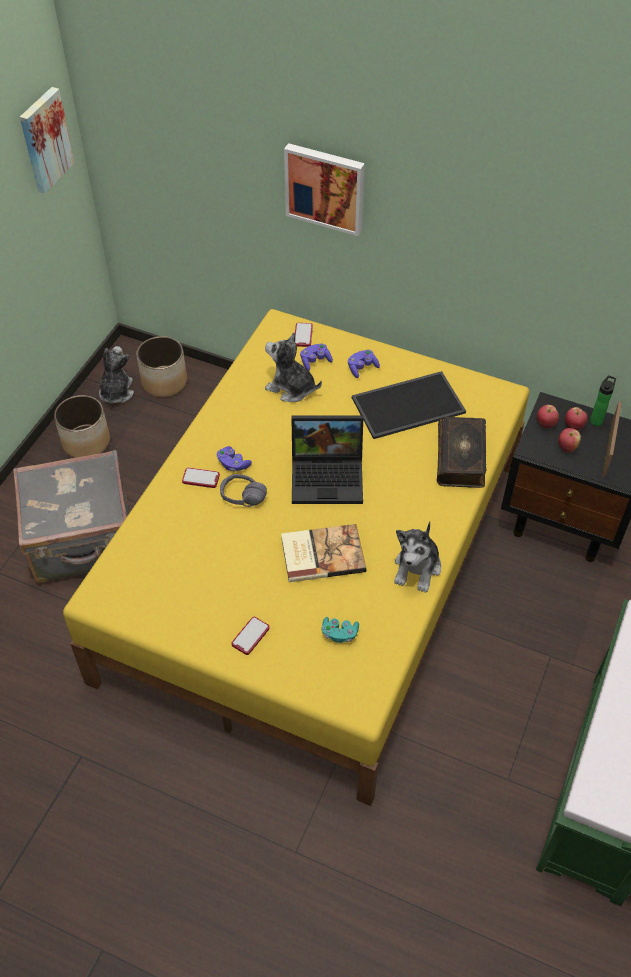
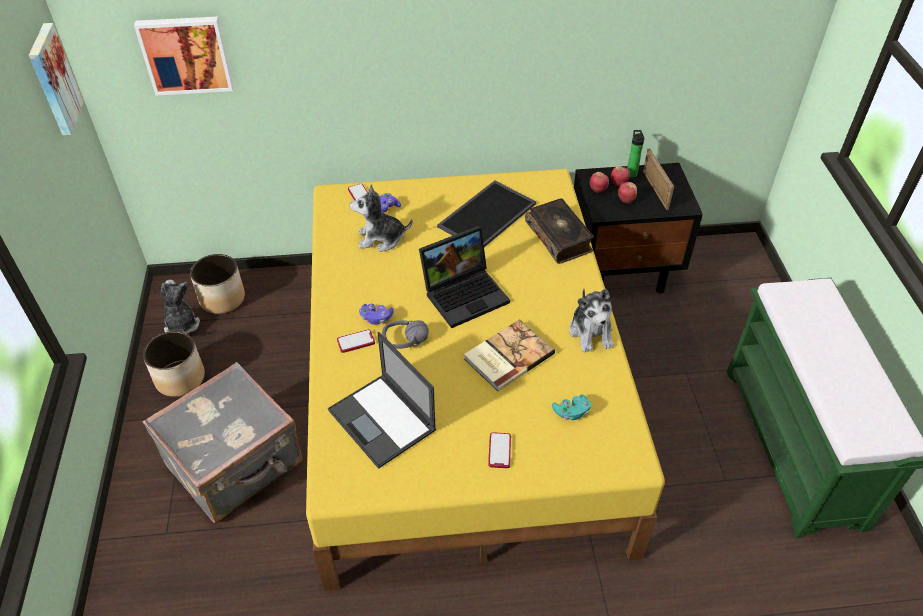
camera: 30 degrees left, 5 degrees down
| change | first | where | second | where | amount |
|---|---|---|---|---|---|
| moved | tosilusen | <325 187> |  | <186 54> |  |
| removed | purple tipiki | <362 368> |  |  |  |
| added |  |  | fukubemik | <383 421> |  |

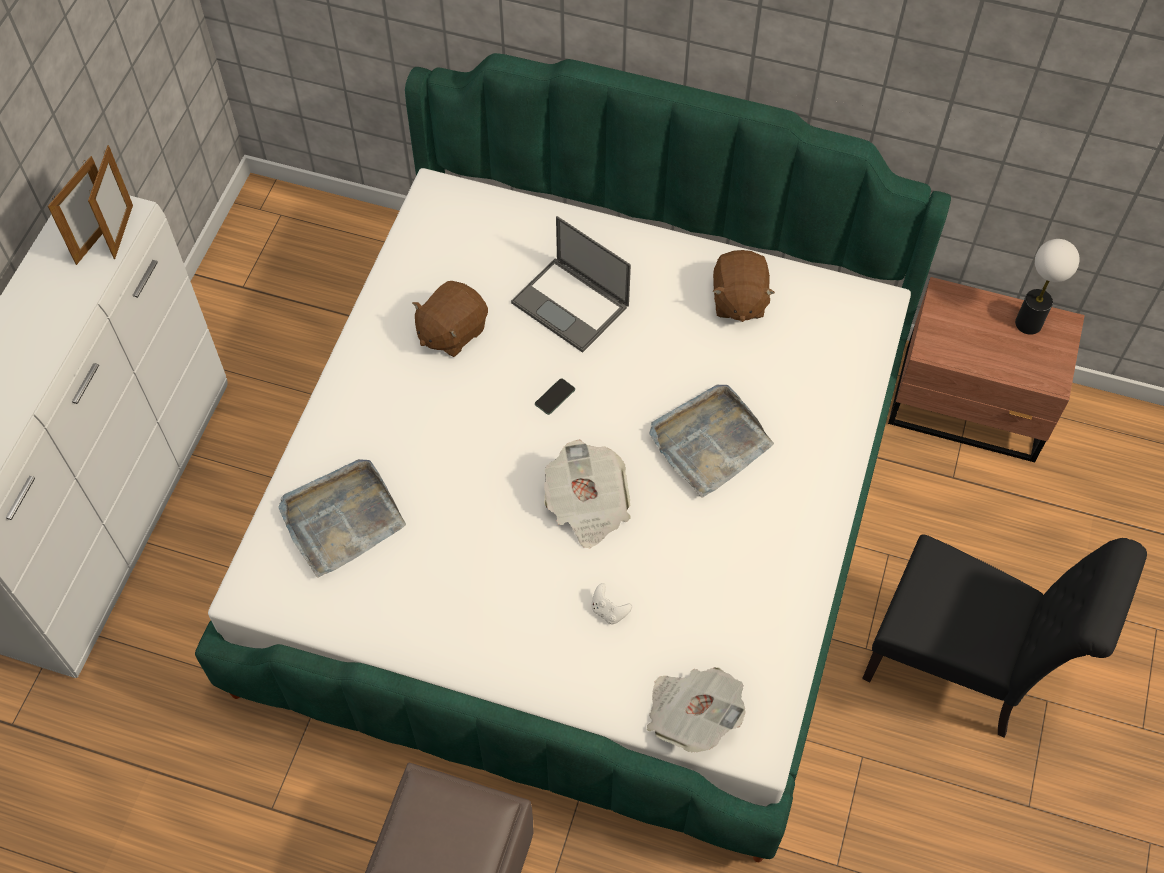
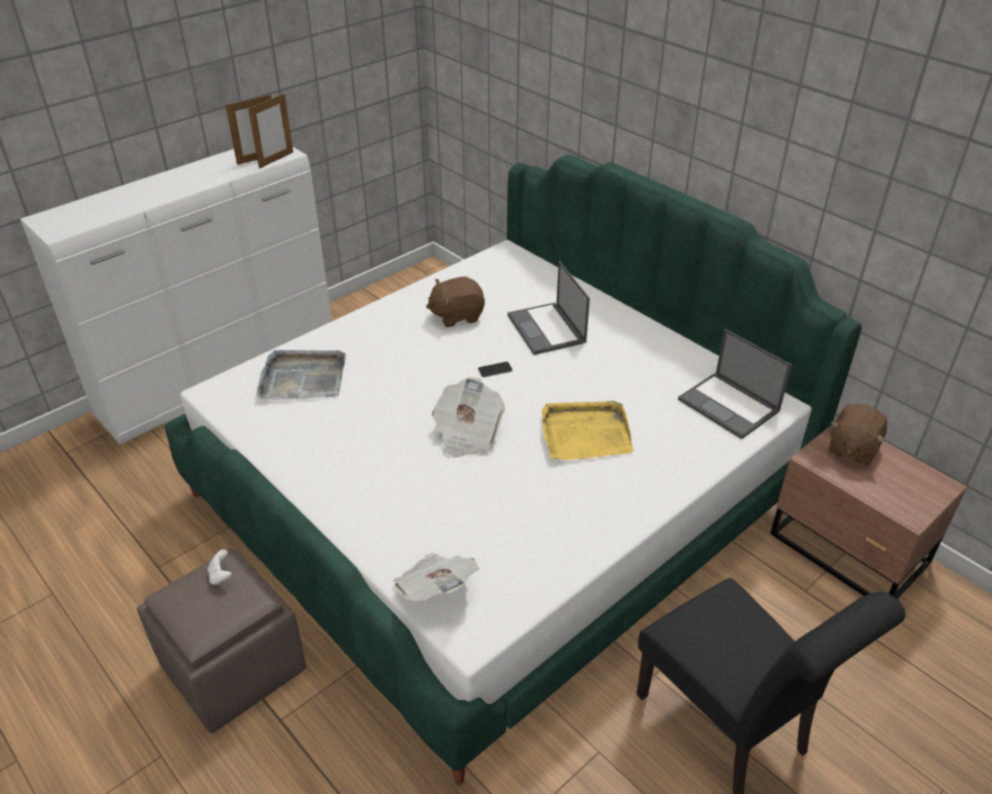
camera: 30 degrees right, 20 degrees down
| change | first | where | second | where | amount |
|---|---|---|---|---|---|
| removed | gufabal | <1028 323> |  |  |  |
| moved | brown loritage | <738 300> |  | <852 448> |  |
| recoloured | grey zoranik | <709 442> | yellow zoranik | <585 433> |  |
| moved | white tipiki | <609 611> |  | <221 576> |  |
| added |  |  | fukubemik | <729 406> |  |

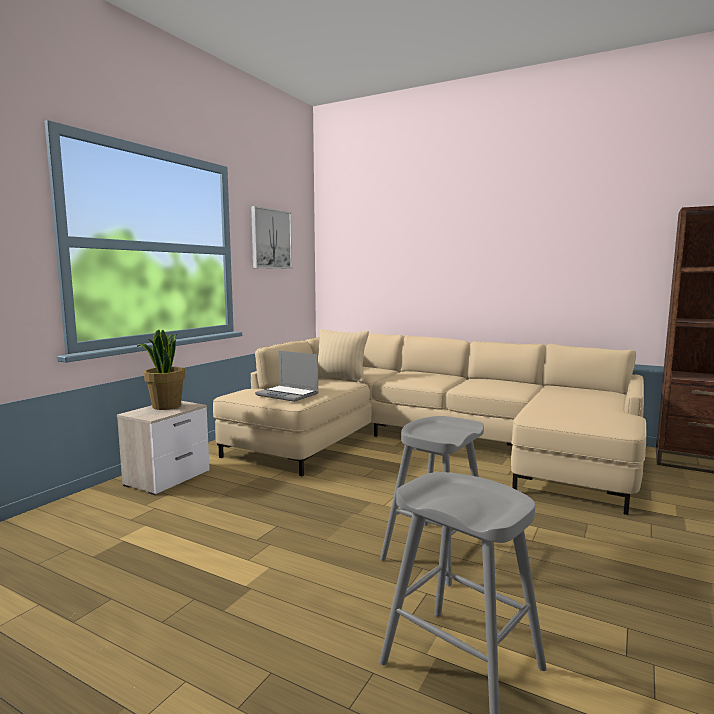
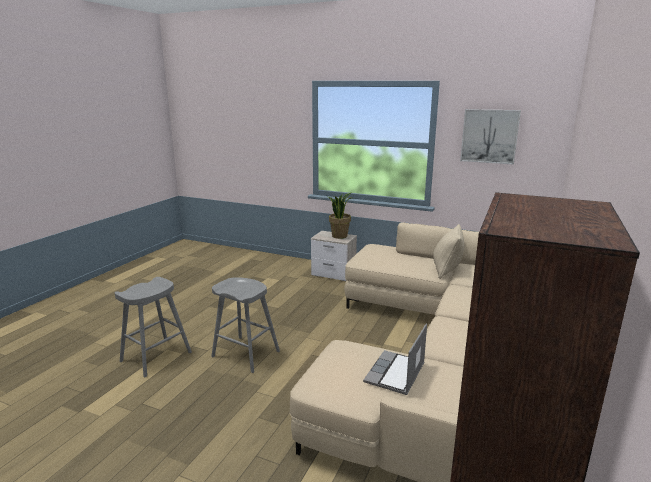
camera: 85 degrees right, 10 degrees up
| change | first | where | second | where | amount |
|---|---|---|---|---|---|
| moved | fukubemik | <288 394> |  | <395 374> |  |

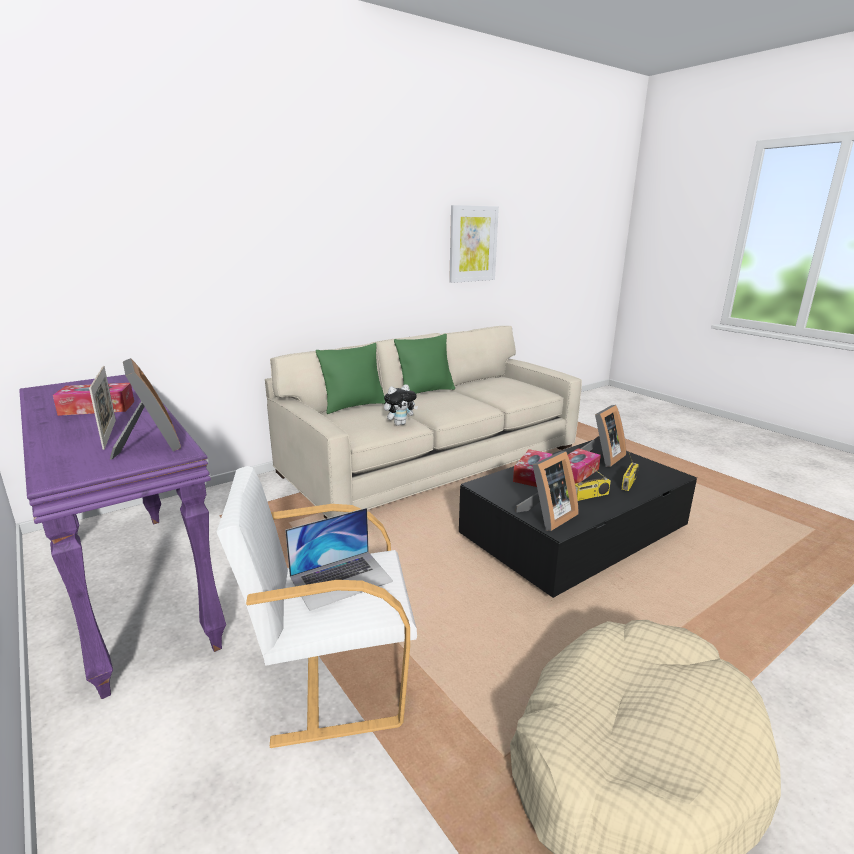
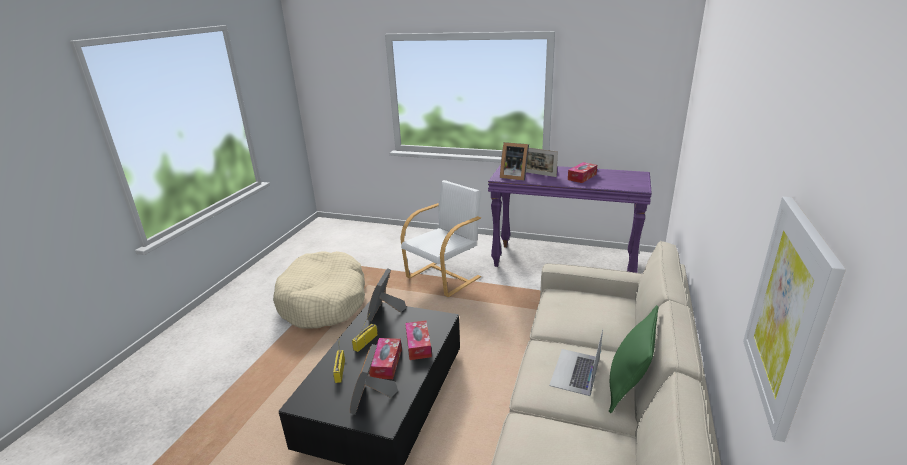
camera: 145 degrees right, 5 degrees up
| change | first | where | second | where | amount |
|---|---|---|---|---|---|
| removed | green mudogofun | <354 406> |  |  |  |
| removed | loritage | <400 424> |  |  |  |
| moved | fukubemik | <341 578> |  | <575 371> |  |

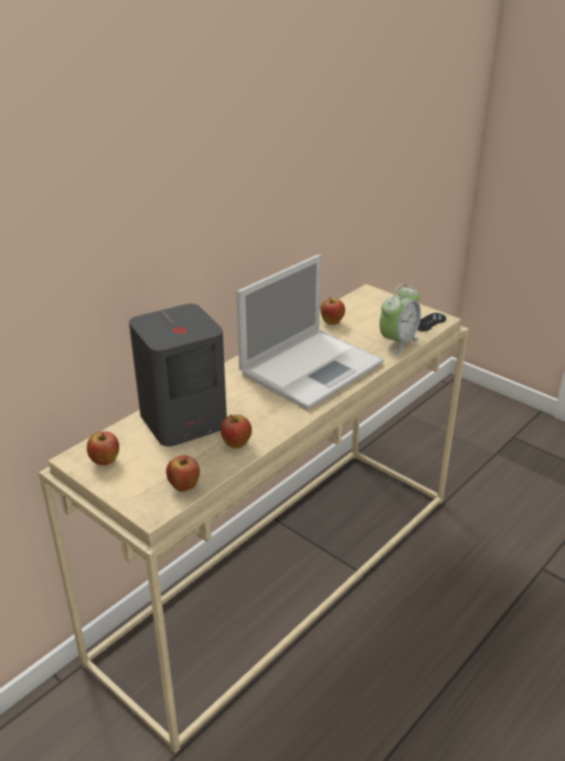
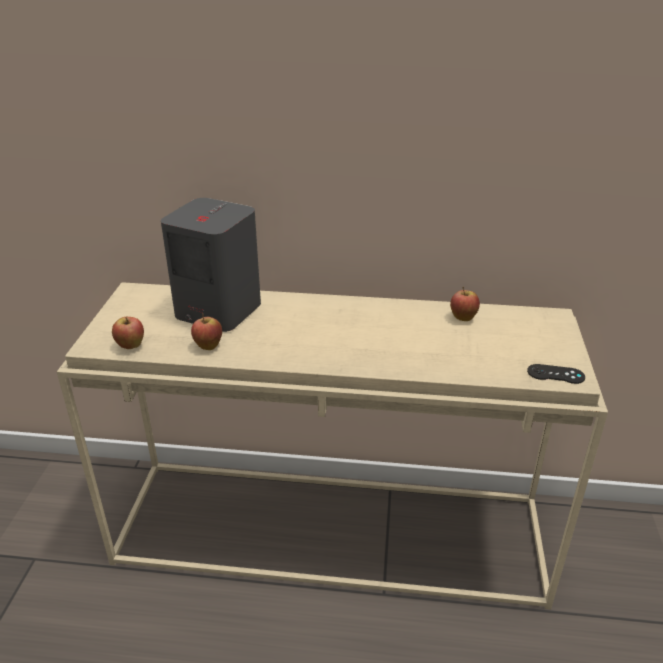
camera: 55 degrees right, 0 degrees up
| change | first | where | second | where | amount |
|---|---|---|---|---|---|
| removed | fukubemik | <313 367> |  |  |  |
| removed | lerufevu | <398 342> |  |  |  |
| removed | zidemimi | <105 462> |  |  |  |

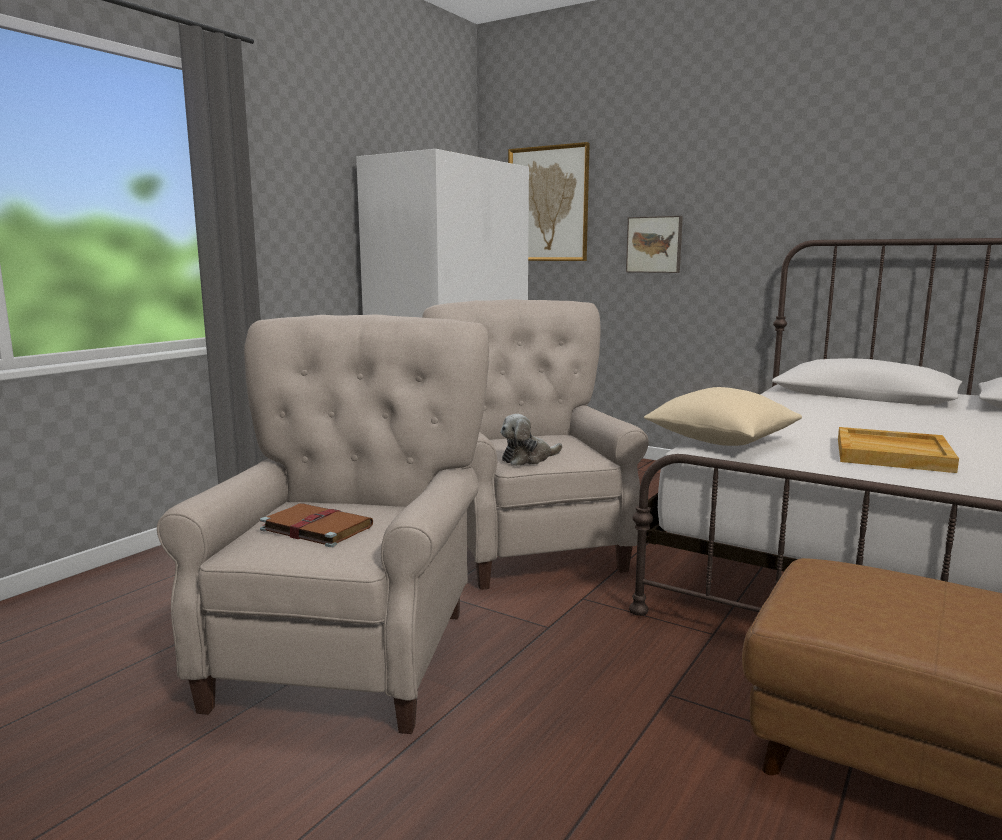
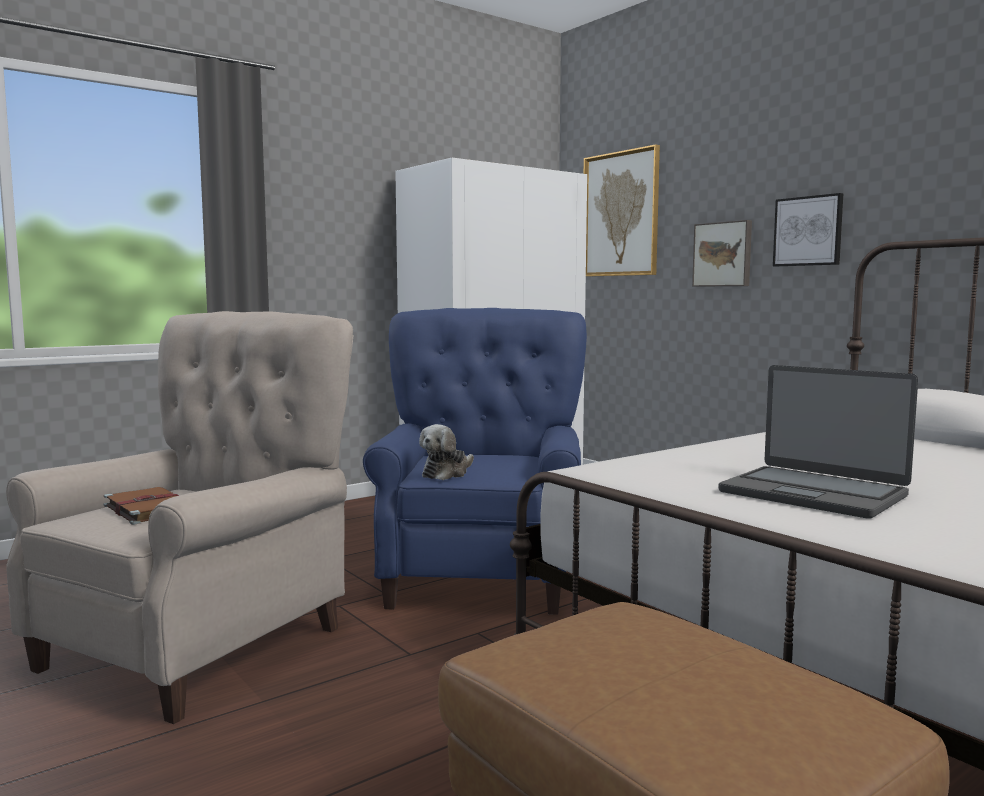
camera: 20 degrees right, 5 degrees down
| change | first | where | second | where | amount |
|---|---|---|---|---|---|
| recoloured | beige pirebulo | <527 544> | blue pirebulo | <480 574> |  |
| removed | beige mudogofun | <720 441> |  |  |  |
| turned | loritage | <528 459> |  | <447 473> | 45 degrees counterclockwise |
| replaced | beige zoranik | <893 454> | fukubemik | <813 493> |  |
| added |  |  | tosilusen | <808 231> |  |

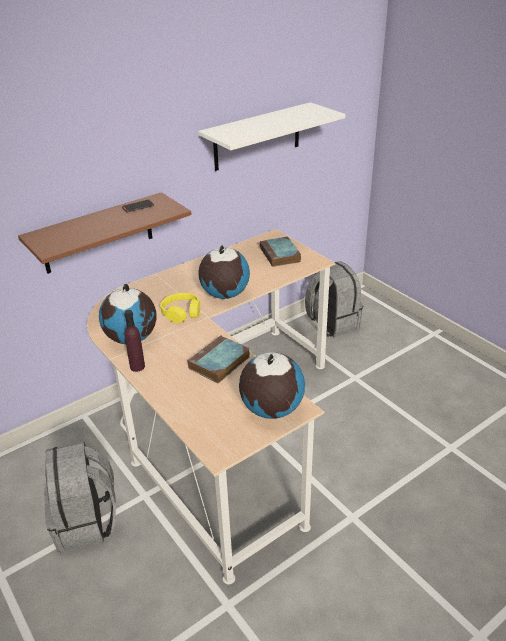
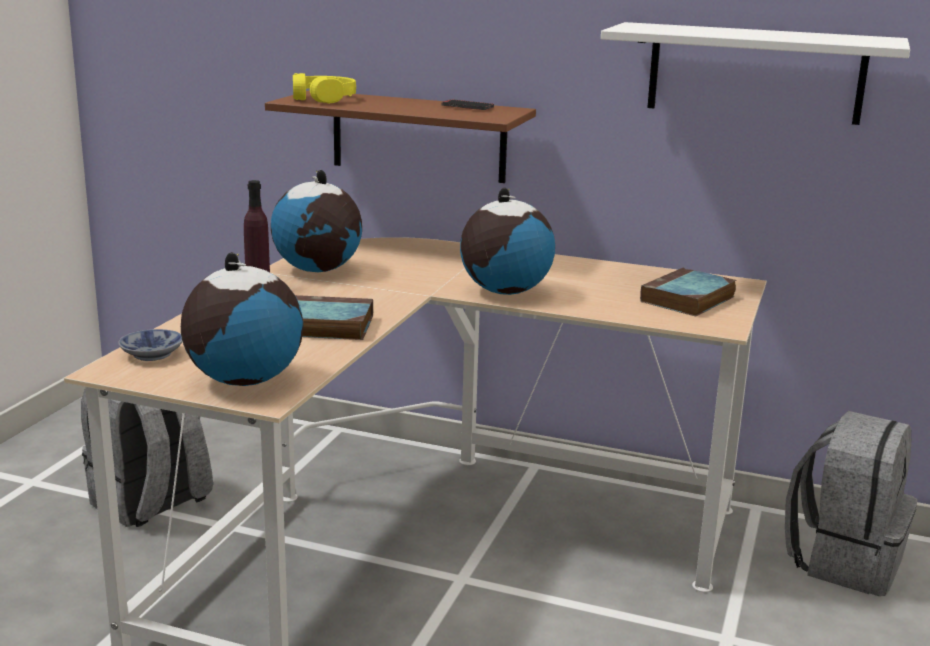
camera: 55 degrees right, 15 degrees down
| change | first | where | second | where | amount |
|---|---|---|---|---|---|
| moved | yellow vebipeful | <181 313> |  | <323 99> |  |
| added |  |  | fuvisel | <154 354> |  |

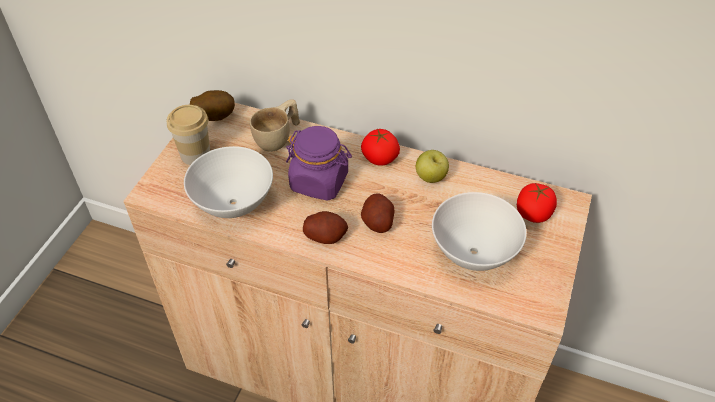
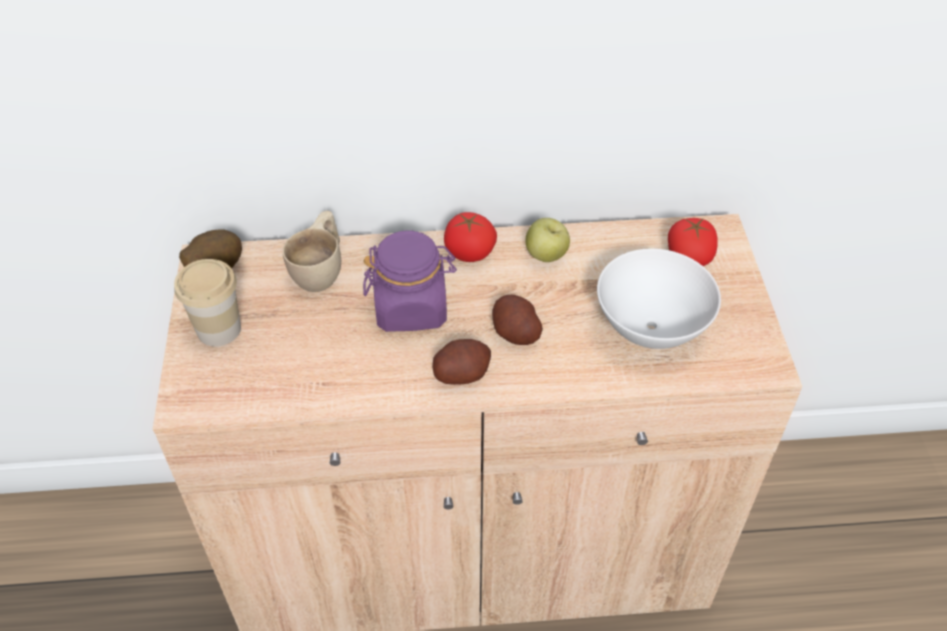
camera: 25 degrees left, 0 degrees up
| change | first | where | second | where | amount |
|---|---|---|---|---|---|
| removed | white fuvisel | <233 205> |  |  |  |

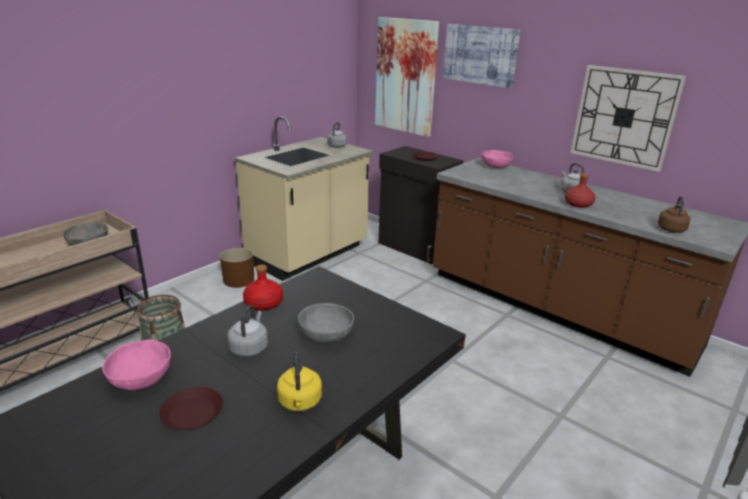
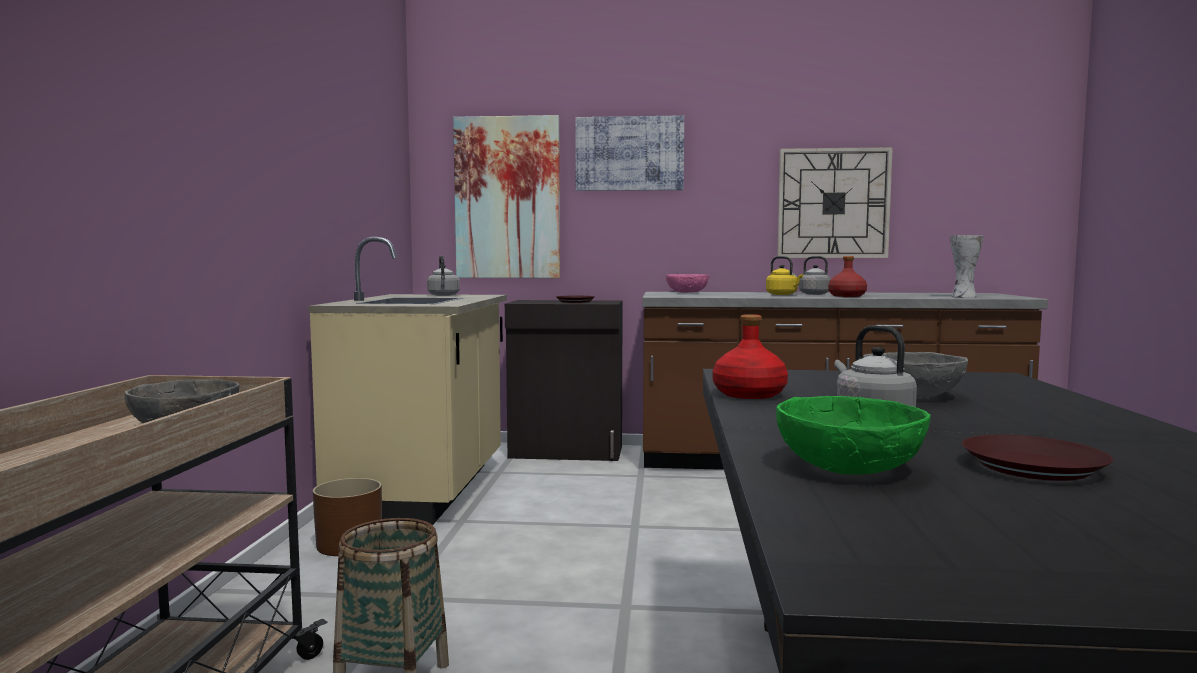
camera: 35 degrees left, 20 degrees down
| change | first | where | second | where | amount |
|---|---|---|---|---|---|
| replaced | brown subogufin | <671 229> | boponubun | <962 296> |  |
| recoloured | pink fuvisel | <141 379> | green fuvisel | <848 467> |  |
| moved | yellow subogufin | <300 402> |  | <783 294> |  |

